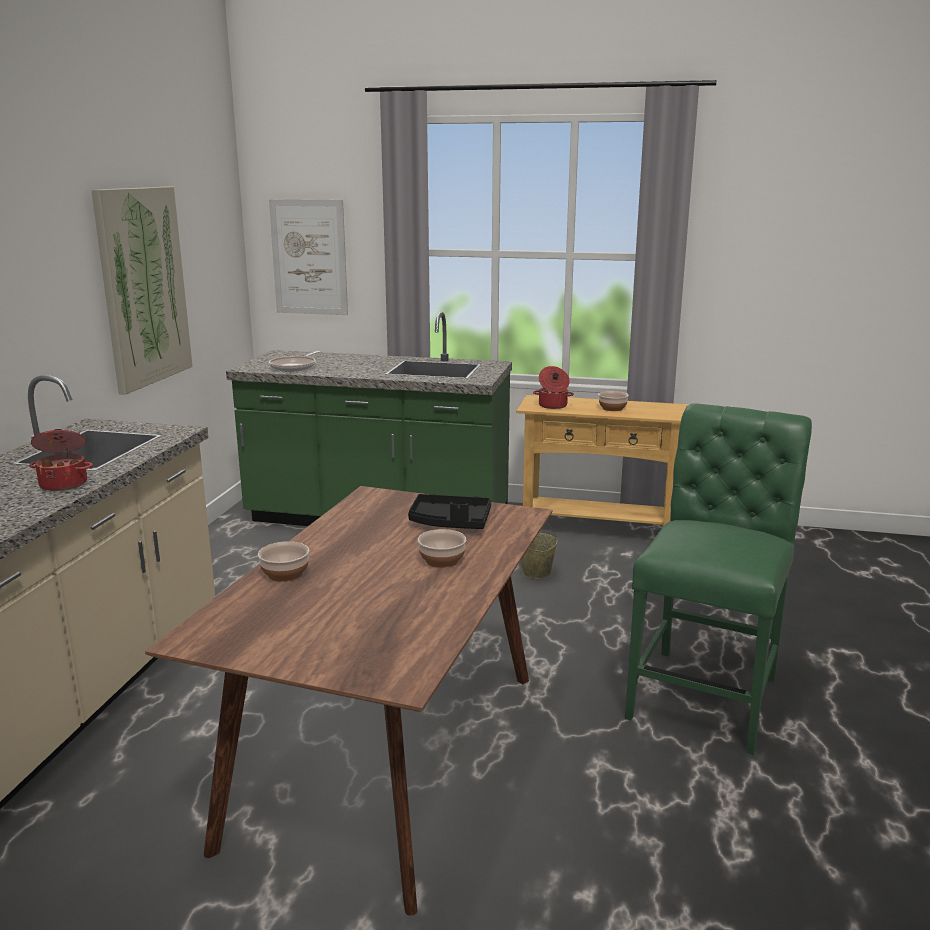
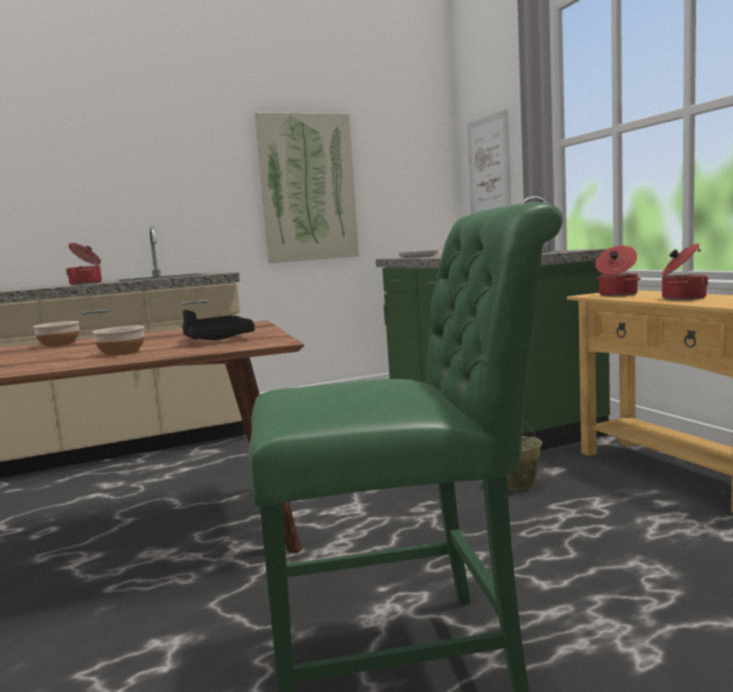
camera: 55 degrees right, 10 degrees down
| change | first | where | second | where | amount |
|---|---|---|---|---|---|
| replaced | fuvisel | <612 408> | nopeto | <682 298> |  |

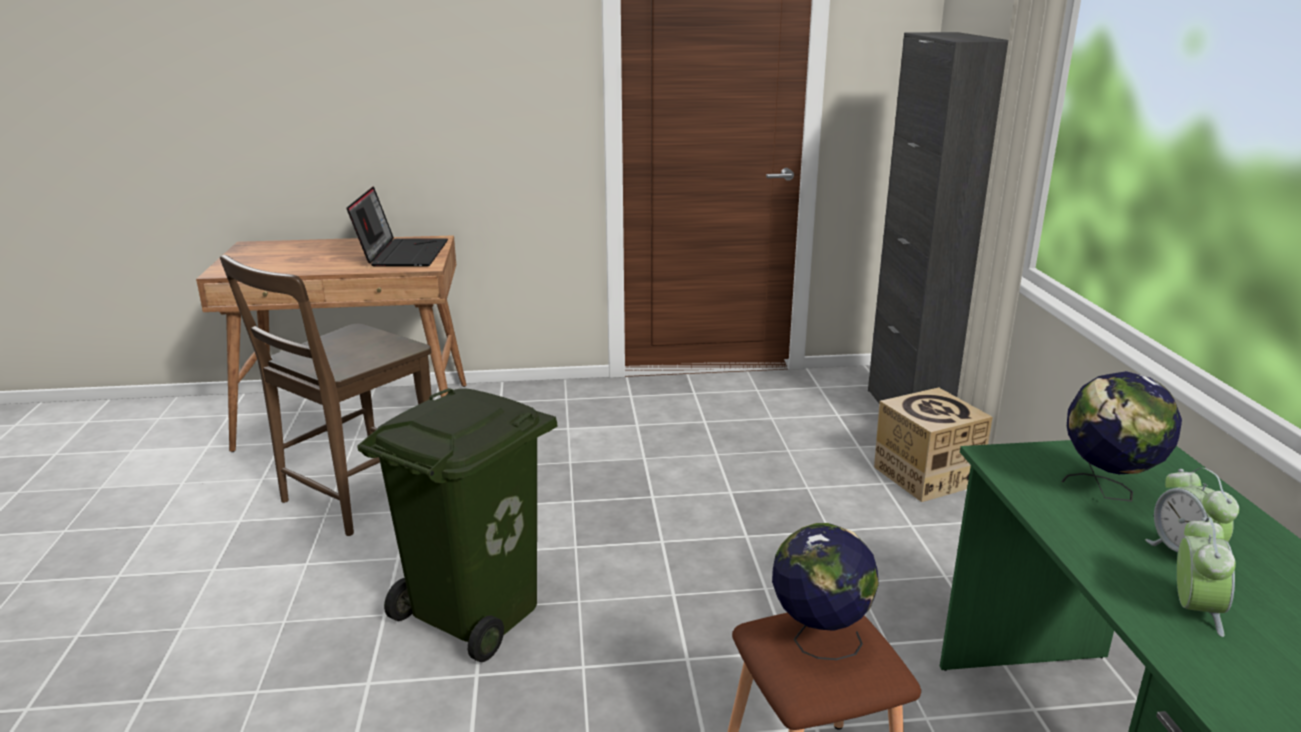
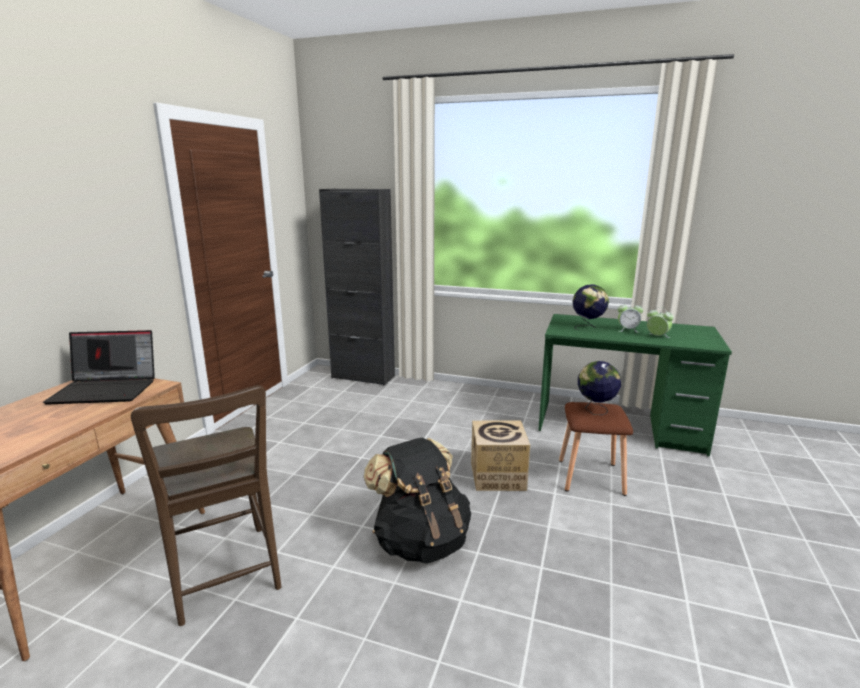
camera: 65 degrees left, 5 degrees down
| change | first | where | second | where | amount |
|---|---|---|---|---|---|
| turned | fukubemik | <402 254> |  | <107 389> | 150 degrees clockwise |
| moved | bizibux | <926 475> |  | <497 476> |  |
| replaced | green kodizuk | <477 612> | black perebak | <421 541> |  |

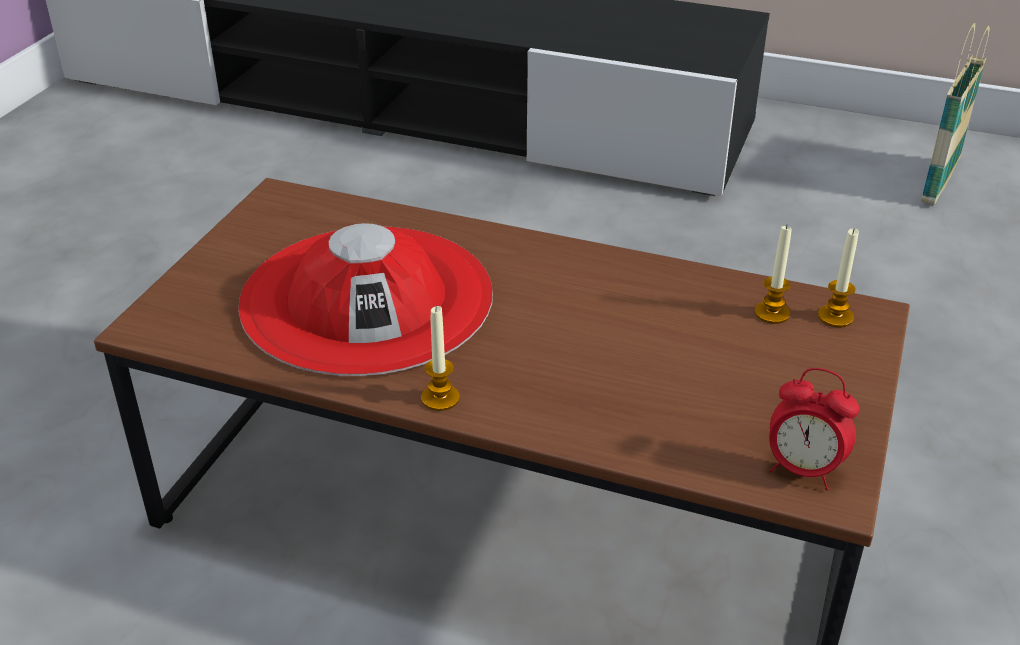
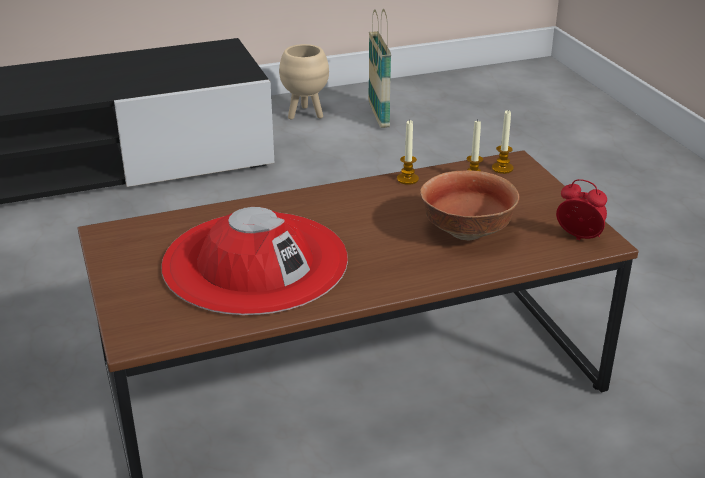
camera: 40 degrees left, 5 degrees down
| change | first | where | second | where | amount |
|---|---|---|---|---|---|
| moved | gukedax | <440 398> |  | <407 179> |  |
| turned | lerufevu | <802 470> |  | <579 238> | 135 degrees counterclockwise |
| added |  |  | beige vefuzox | <305 114> |  |
| added |  |  | fuvisel | <465 232> |  |

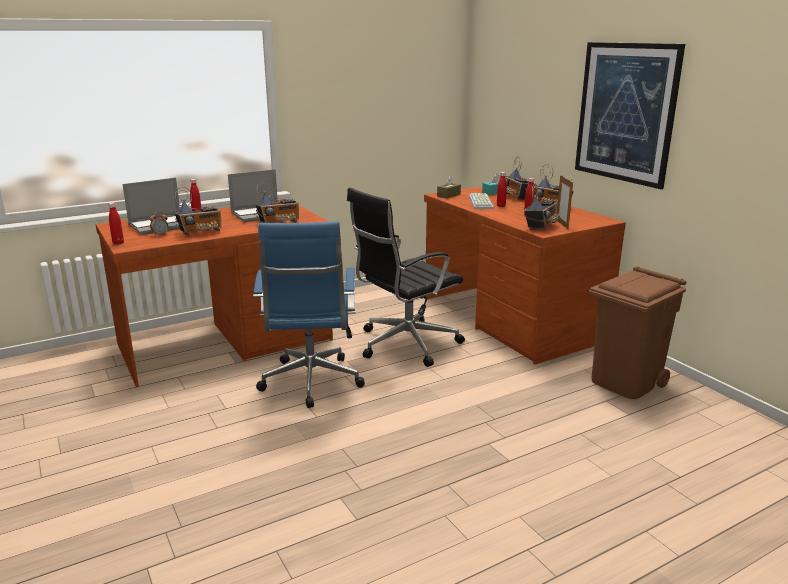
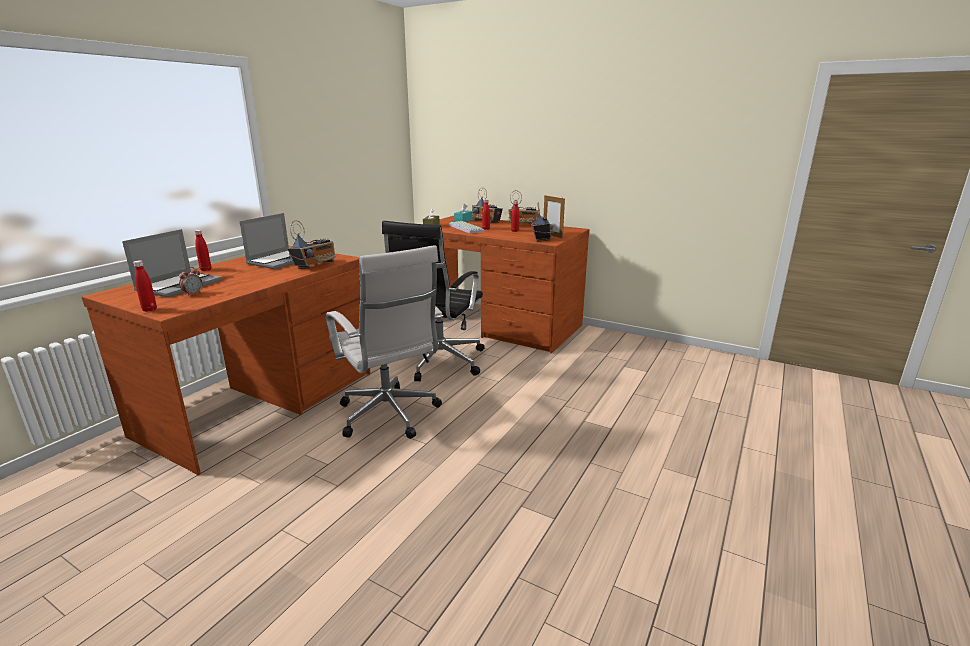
camera: 30 degrees left, 0 degrees up
| change | first | where | second | where | amount |
|---|---|---|---|---|---|
| removed | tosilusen | <625 113> |  |  |  |
| removed | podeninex | <201 232> |  |  |  |
| recoloured | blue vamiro | <311 383> | white vamiro | <390 416> |  |
| removed | brown kodizuk | <625 382> |  |  |  |

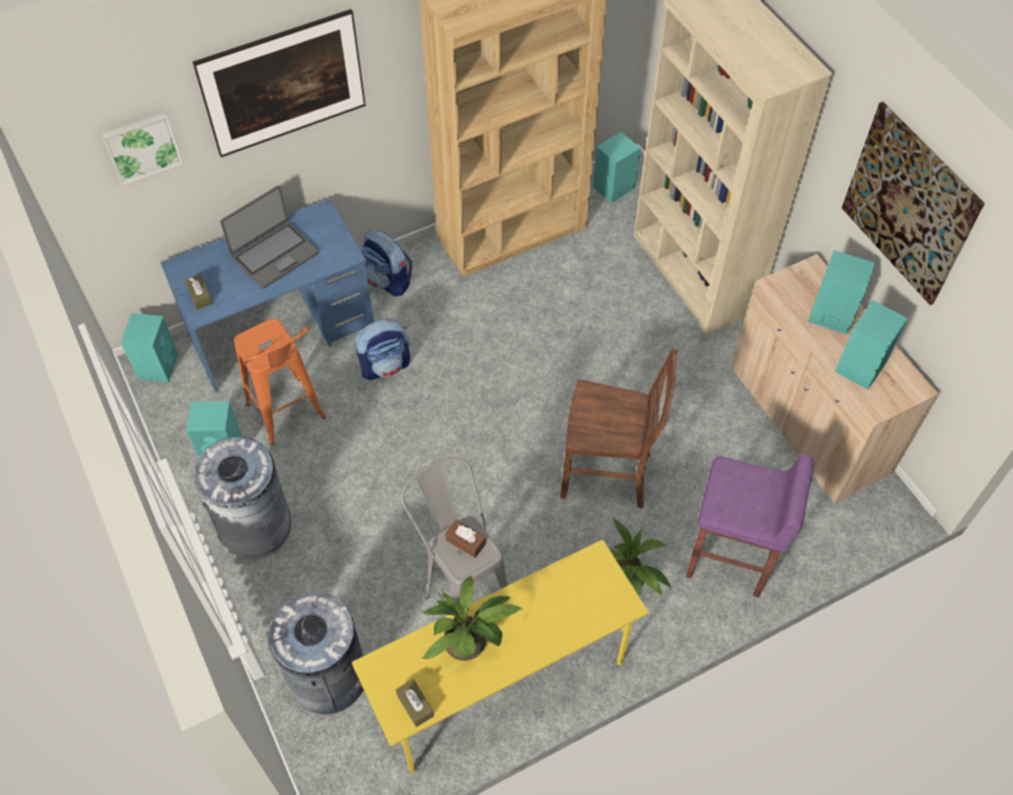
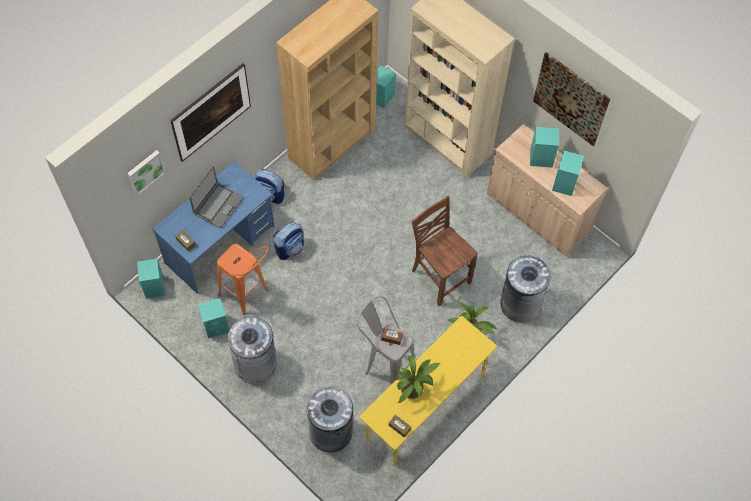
camera: 20 degrees left, 5 degrees up
| change | first | where | second | where | amount |
|---|---|---|---|---|---|
| turned | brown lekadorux | <608 475> |  | <440 276> | 120 degrees counterclockwise |
| replaced | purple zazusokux | <730 559> | grey kodizuk | <520 304> |  |

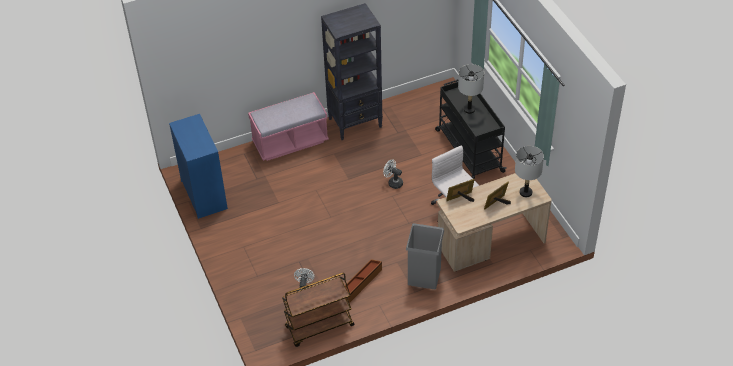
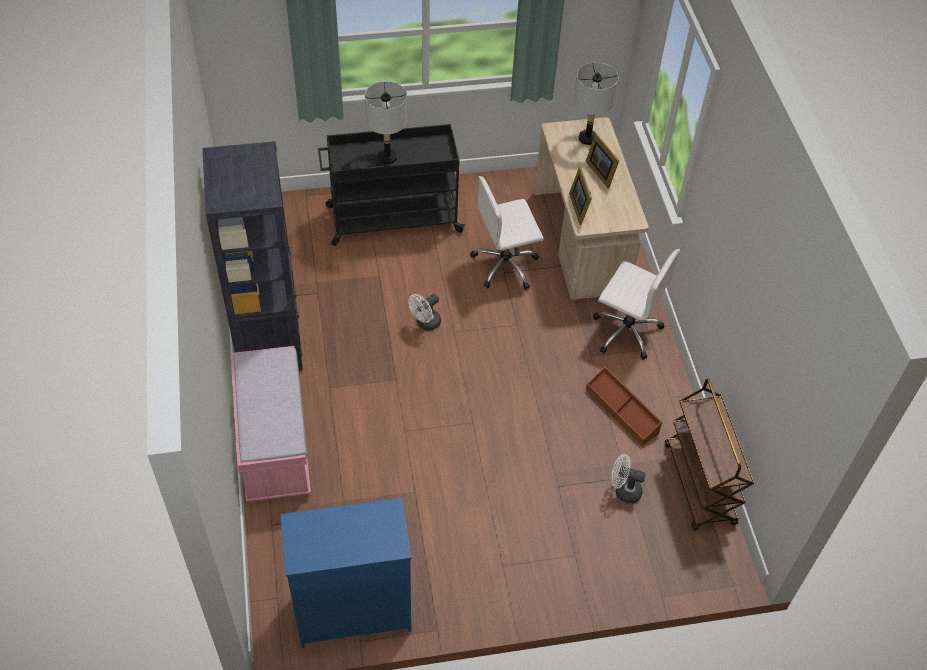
camera: 80 degrees left, 5 degrees up
| change | first | where | second | where | amount |
|---|---|---|---|---|---|
| replaced | grey kodizuk | <424 276> | white vamiro | <625 330> |  |

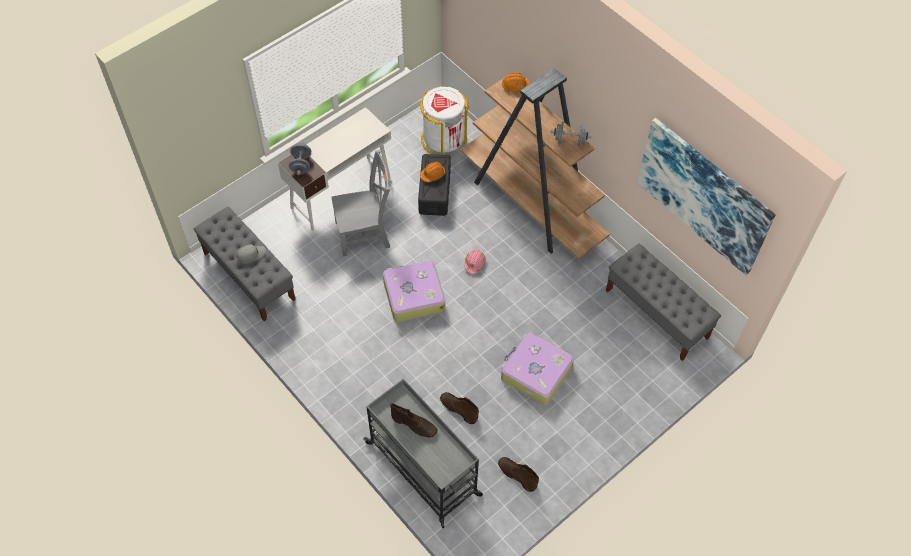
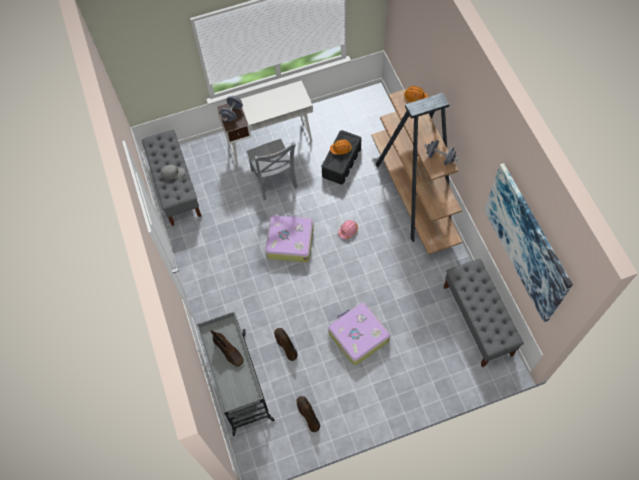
camera: 25 degrees right, 5 degrees up
| change | first | where | second | where | amount |
|---|---|---|---|---|---|
| removed | white kodizuk | <443 139> |  |  |  |
| turned | grey lekadorux | <365 234> |  | <274 180> | 60 degrees clockwise |

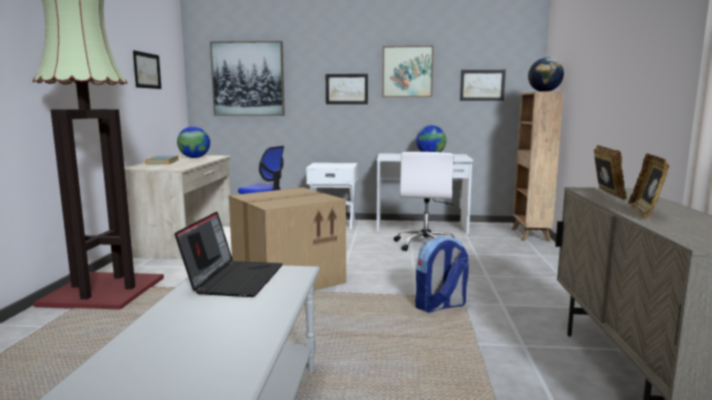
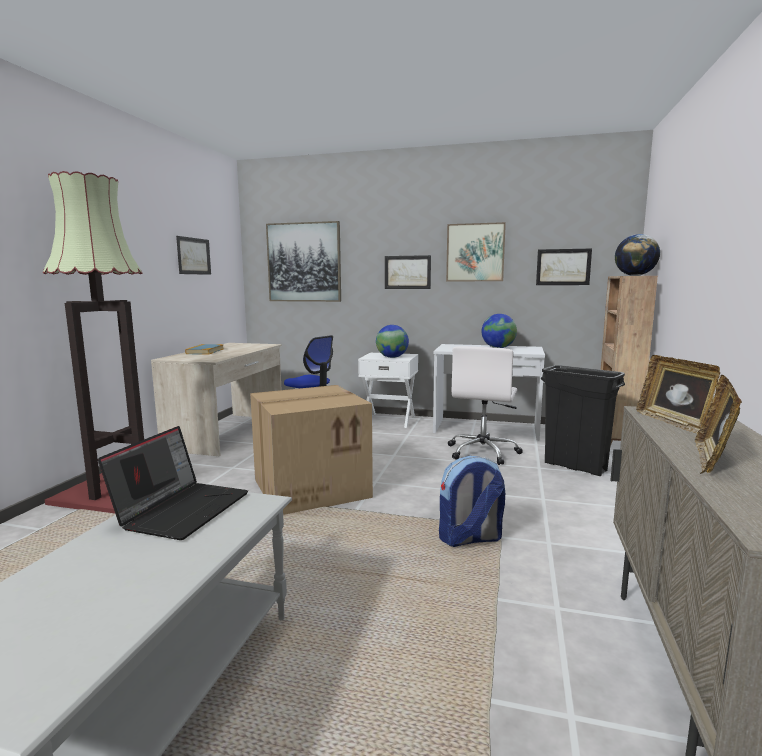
camera: 10 degrees right, 0 degrees up
| change | first | where | second | where | amount |
|---|---|---|---|---|---|
| moved | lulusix | <194 158> |  | <392 357> |  |
| turned | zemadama | <606 195> |  | <673 422> | 150 degrees clockwise |
| added |  |  | black kodizuk | <575 467> |  |

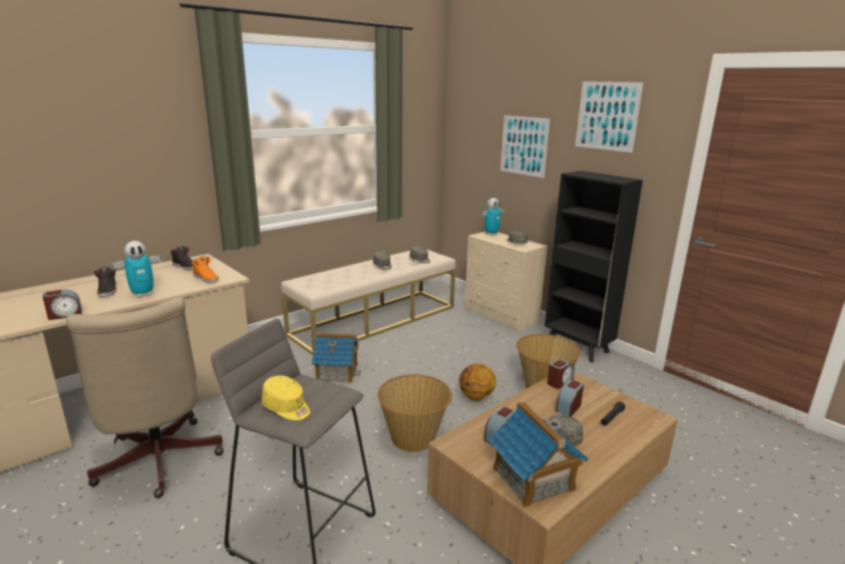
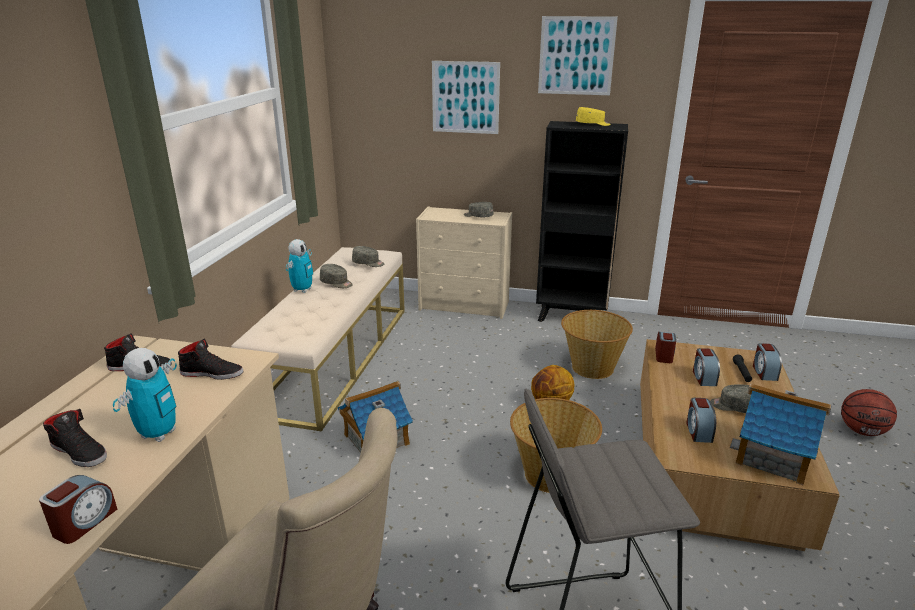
camera: 35 degrees left, 5 degrees up
| change | first | where | second | where | amount |
|---|---|---|---|---|---|
| moved | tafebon | <491 234> |  | <302 290> |  |
| recoloured | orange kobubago | <206 278> | black kobubago | <212 373> |  |
| moved | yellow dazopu | <287 408> |  | <592 124> |  |
| added |  |  | lerufevu | <764 372> |  |
| added |  |  | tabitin | <862 431> |  |

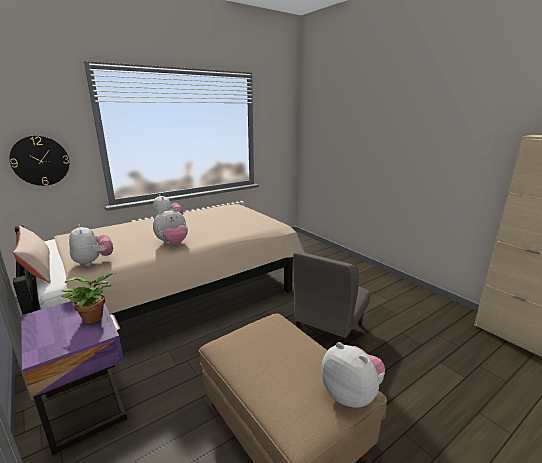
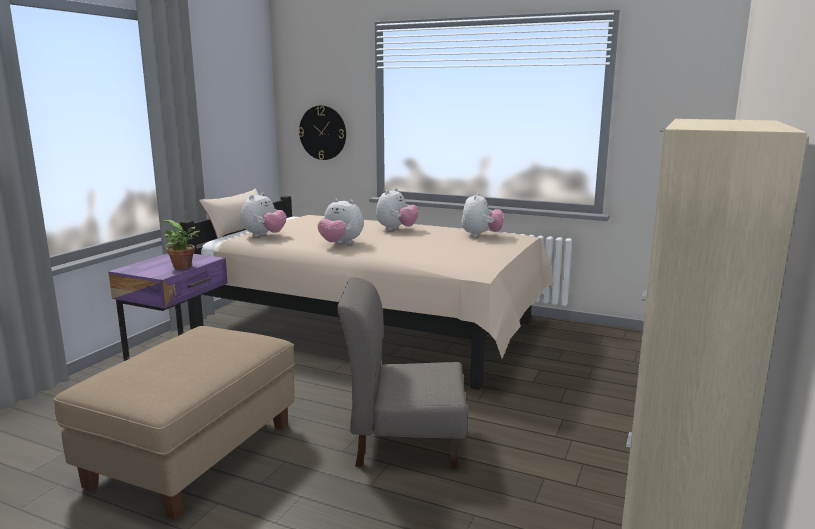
camera: 60 degrees right, 5 degrees down
| change | first | where | second | where | amount |
|---|---|---|---|---|---|
| moved | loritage | <351 394> |  | <481 235> |  |

